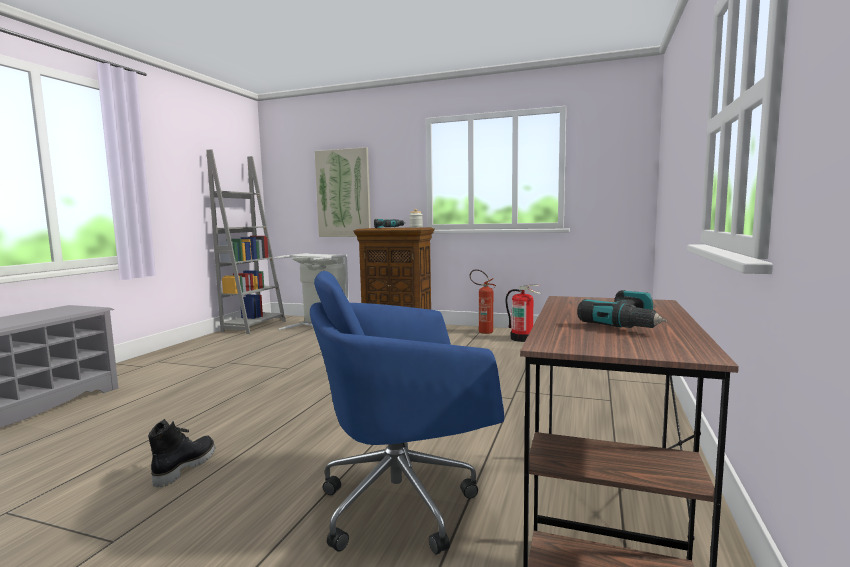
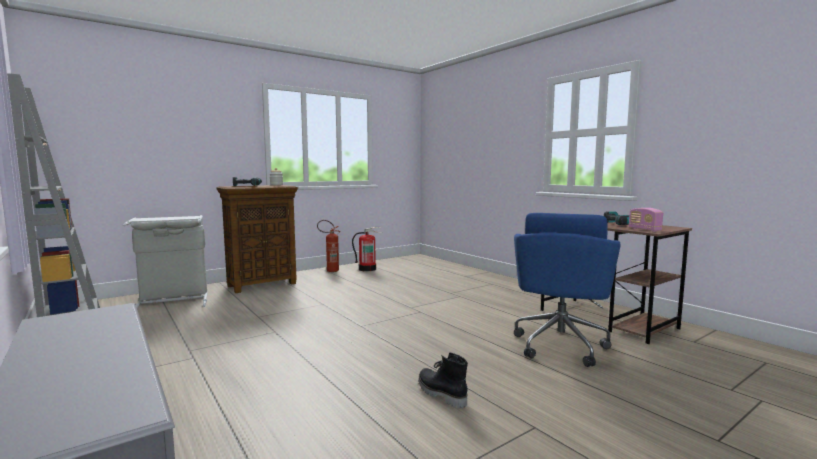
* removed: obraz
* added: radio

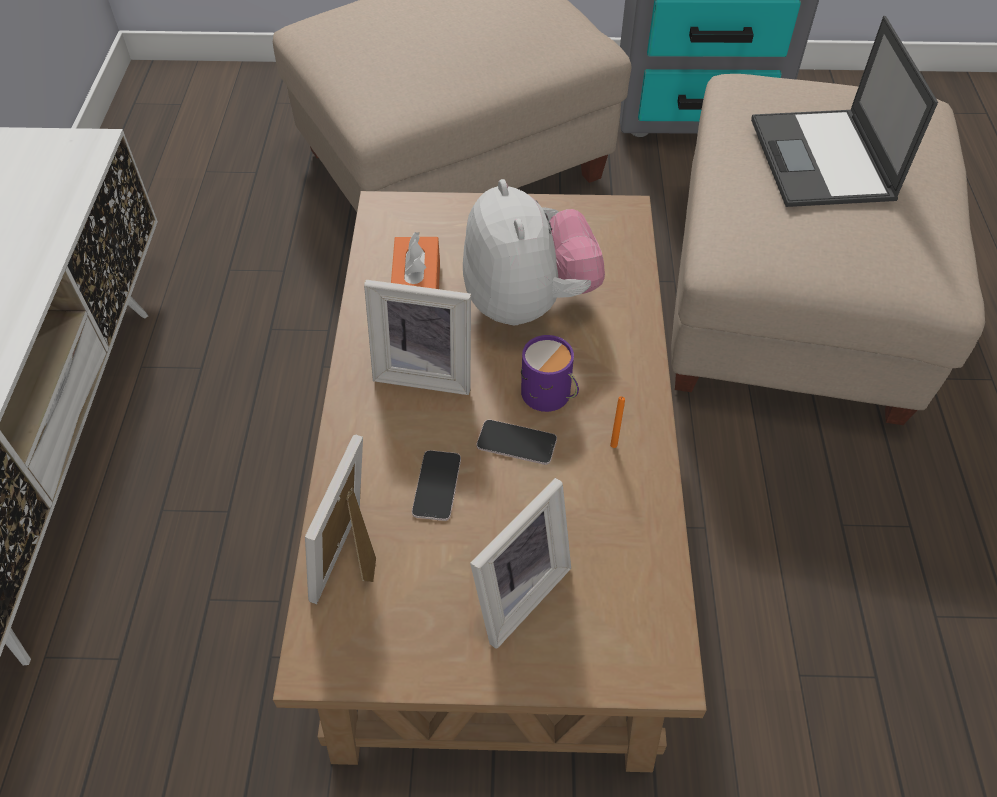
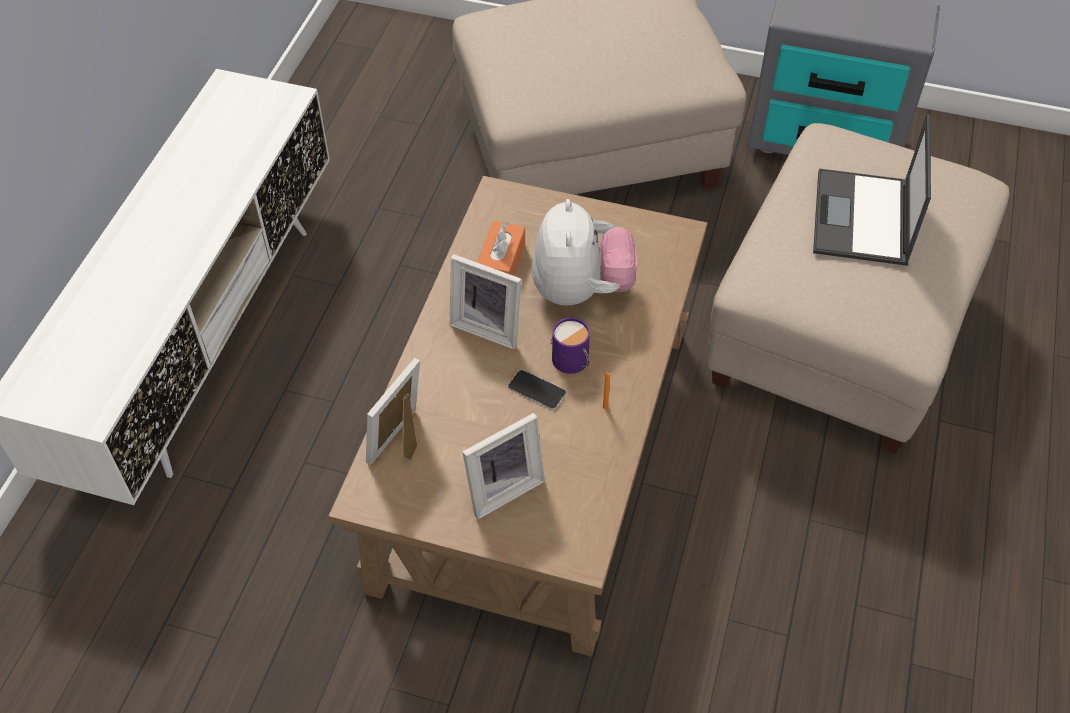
* removed: telefon (1st from left)

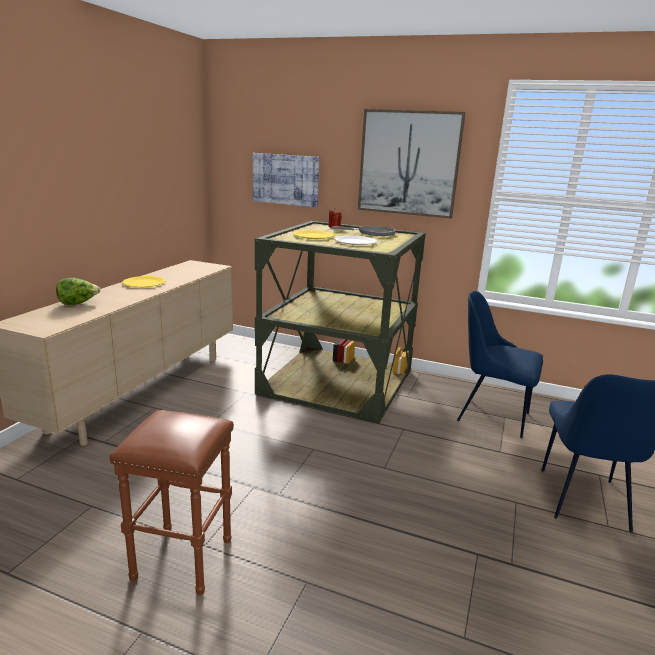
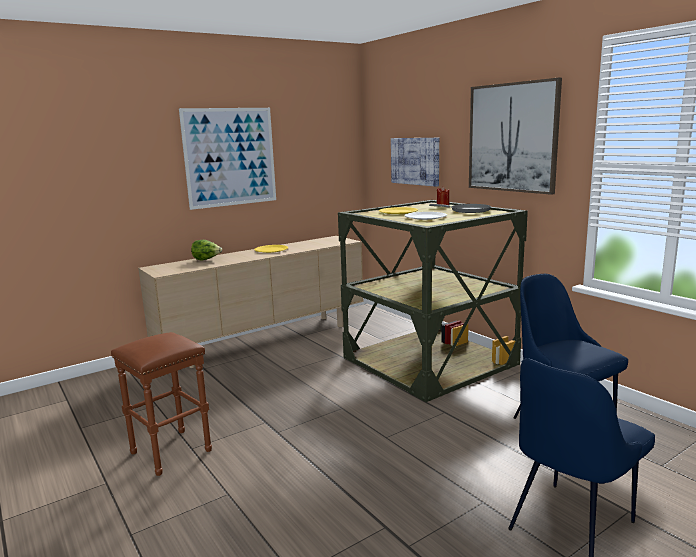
* added: obraz (1st from left)

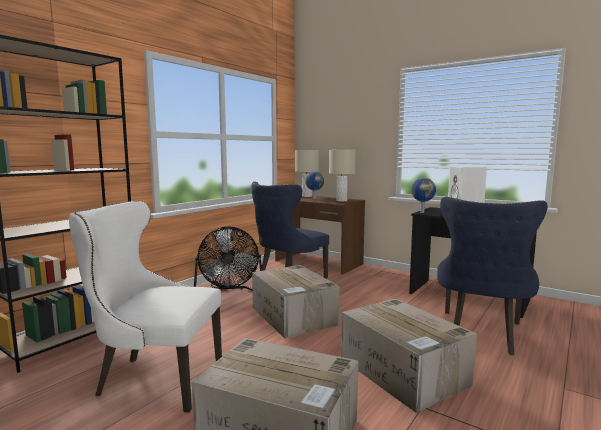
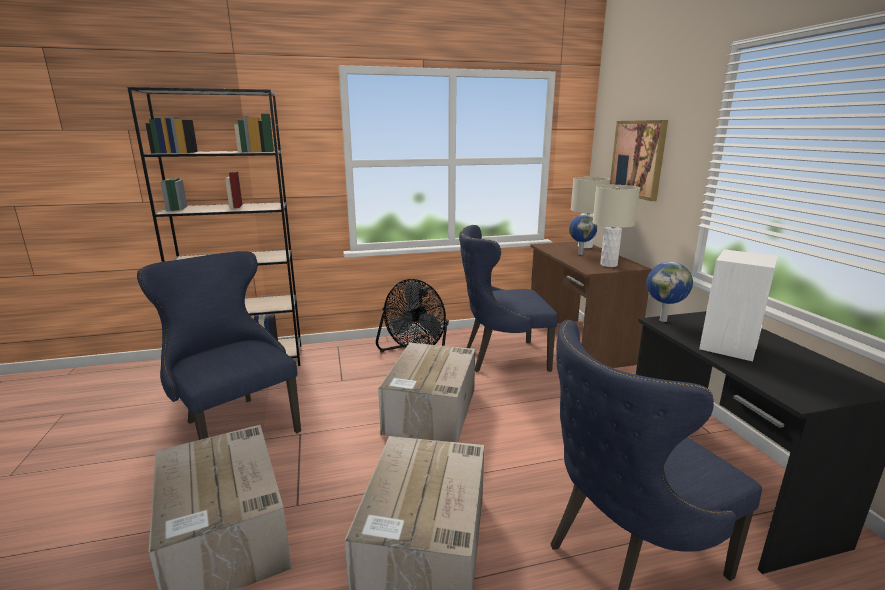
* recoloured: krzesło [biały] to krzesło [niebieski] (1st from left)
* added: obraz

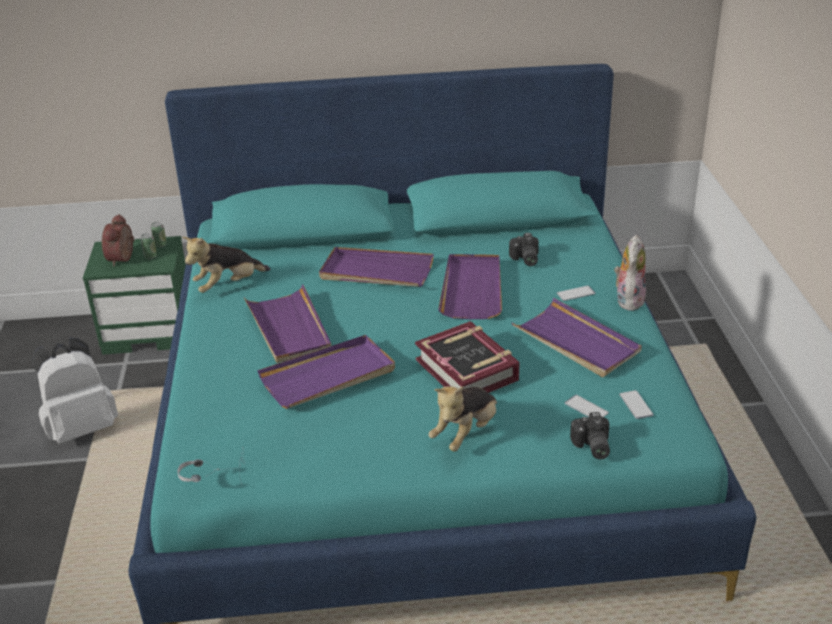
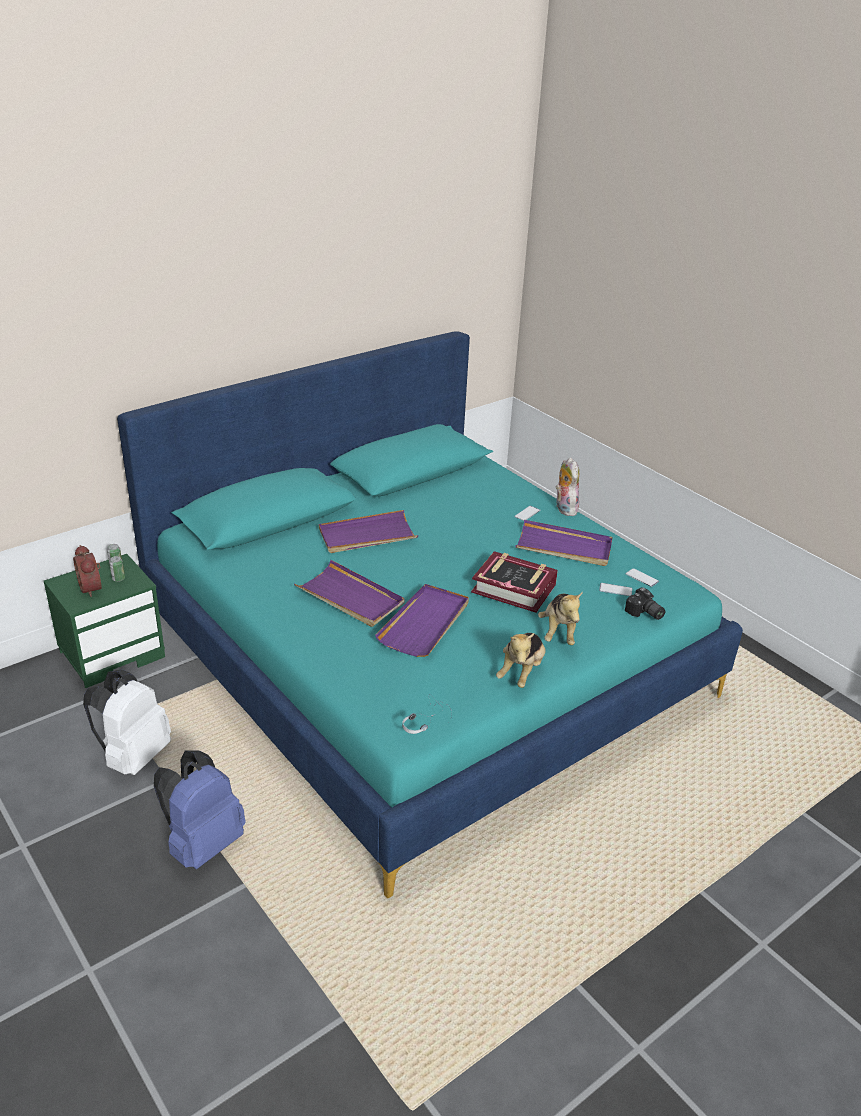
* removed: aparat fotograficzny (1st from left)
* moved: pluszak (1st from left)
* removed: taca [fioletowy] (4th from left)
* added: plecak [niebieski]

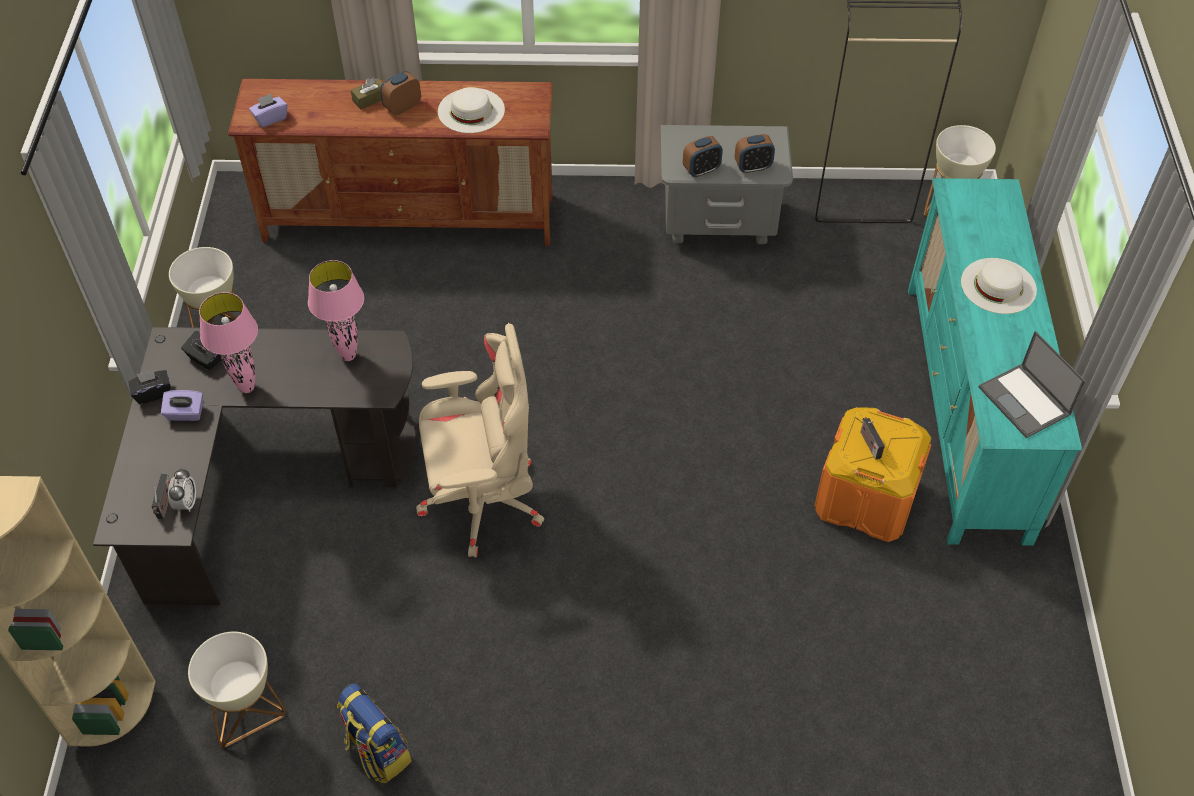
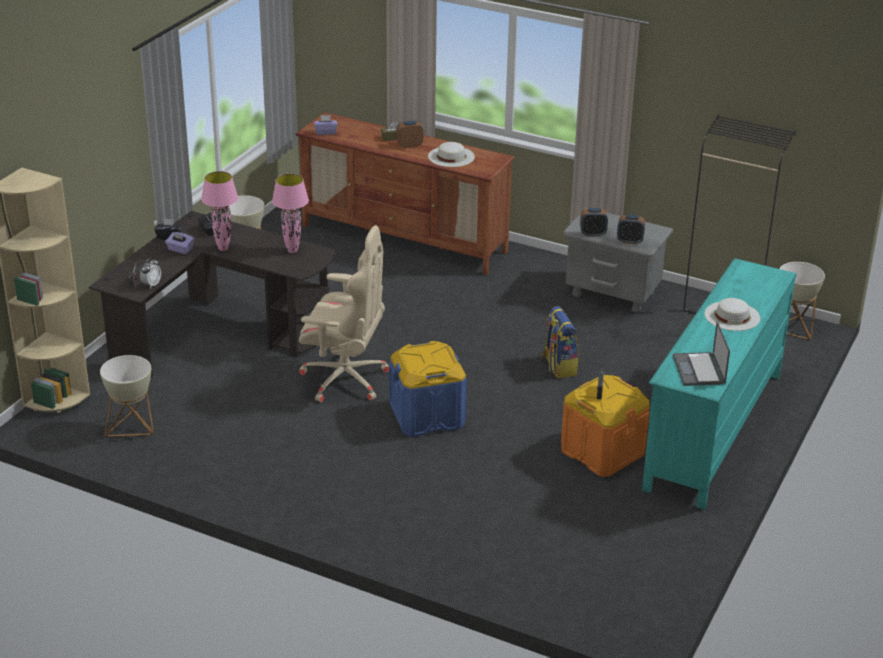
* moved: plecak
* added: pojemnik do przechowywania [niebieski]

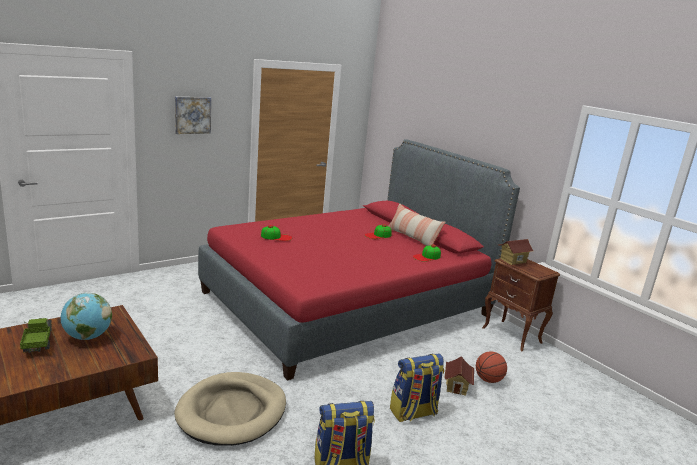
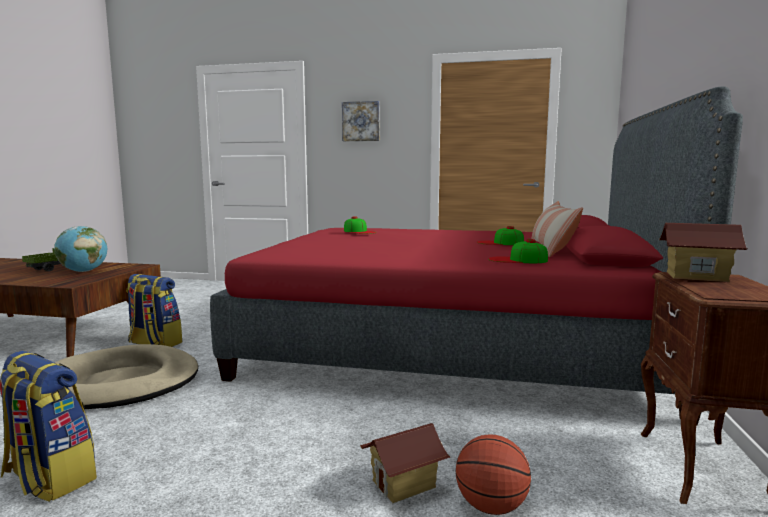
* moved: plecak (2nd from left)

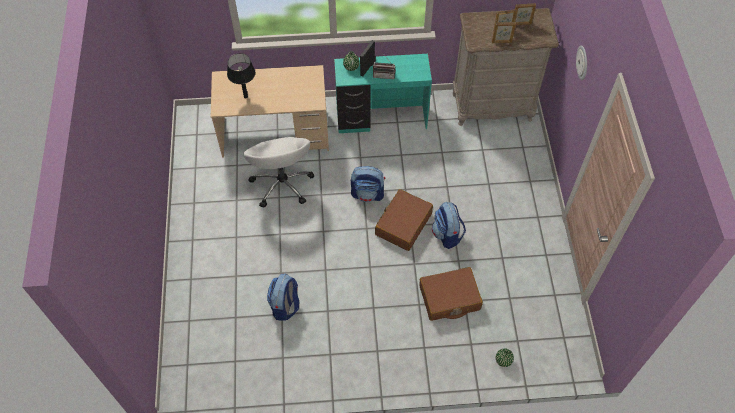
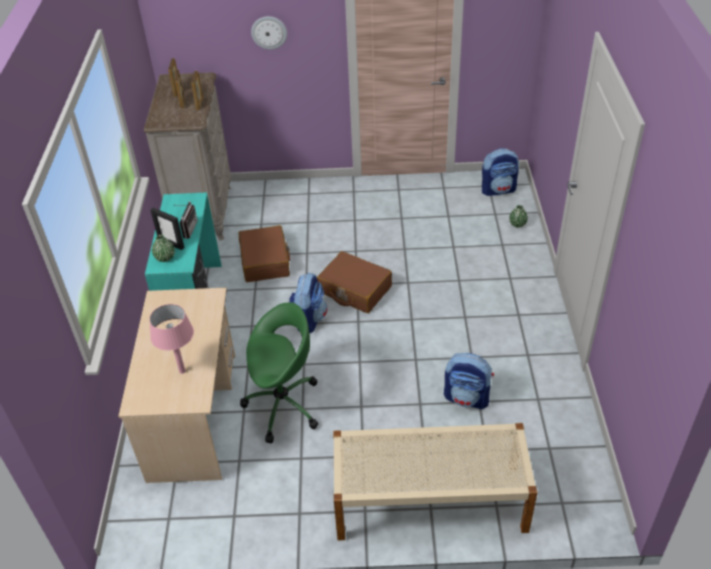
* recoloured: lampa stołowa [czarny] to lampa stołowa [różowy]
* recoloured: krzesło biurowe [biały] to krzesło biurowe [zielony]
* moved: plecak (3rd from left)
* moved: walizka [brązowy] (2nd from left in the first image) to walizka [brązowy] (1st from left)
* added: ławka [beżowy]

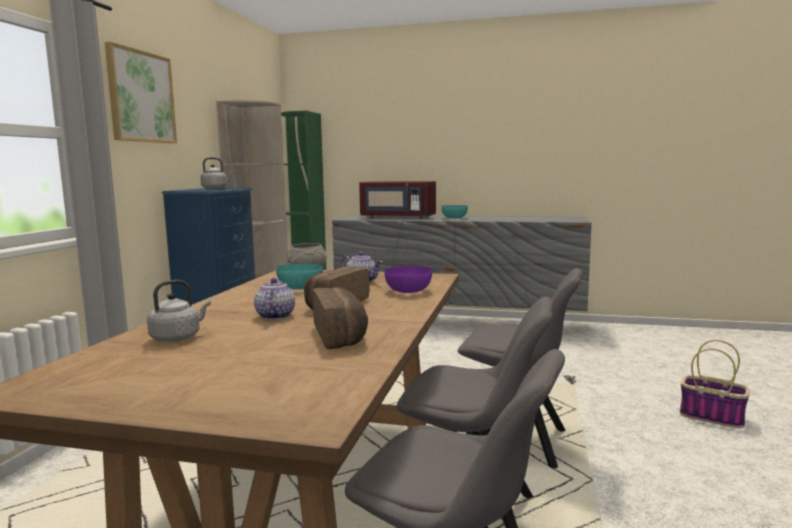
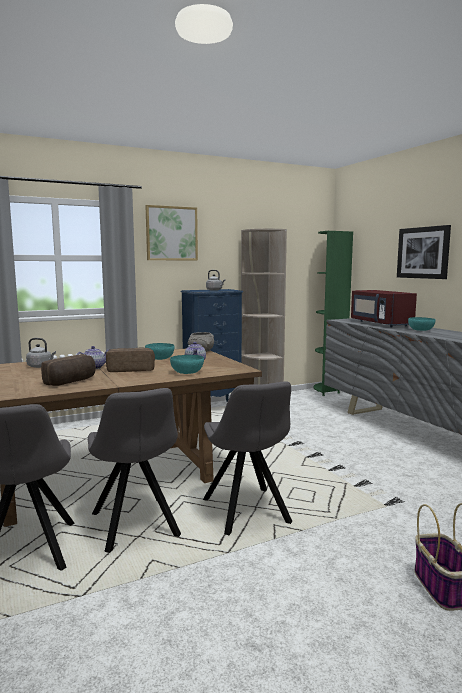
* recoloured: miska [fioletowy] to miska [turkusowy] (2nd from left)
* added: obraz (2nd from left)

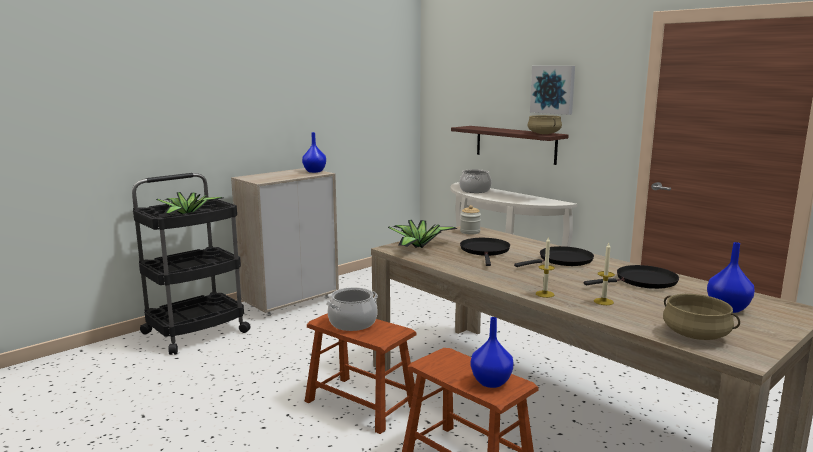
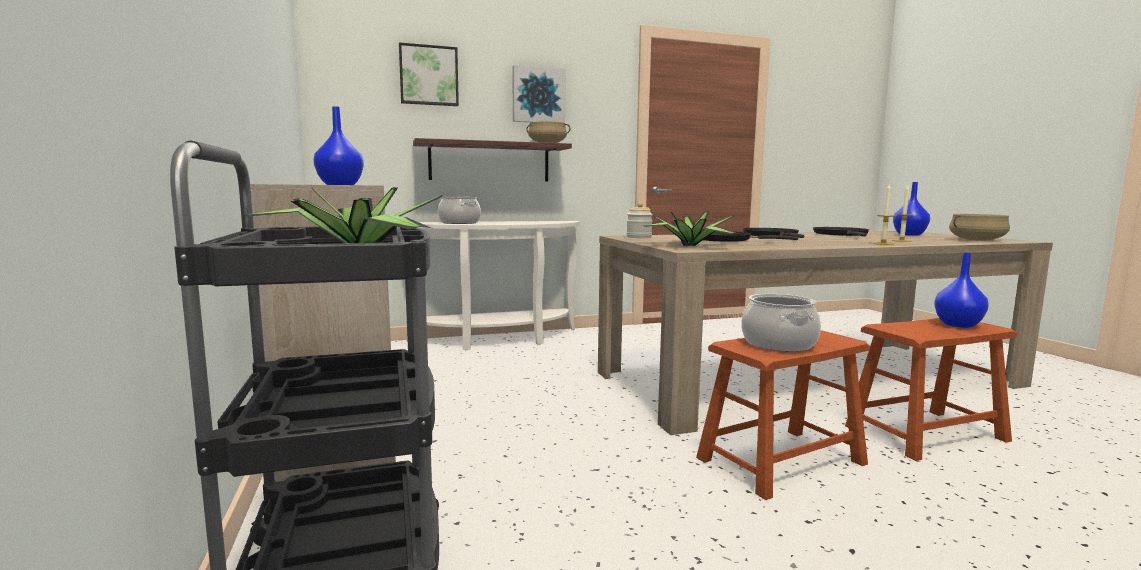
* added: obraz (1st from left)

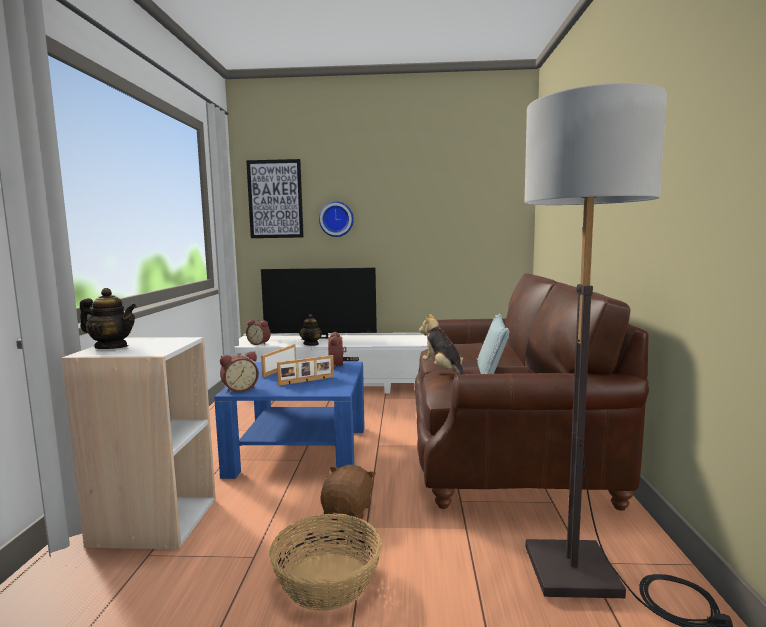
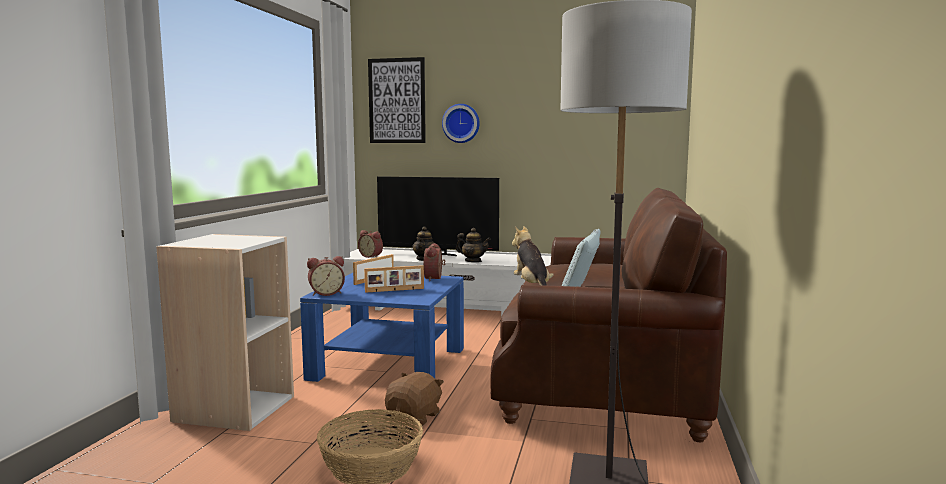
* moved: imbryk (1st from left in the first image) to imbryk (2nd from left)

